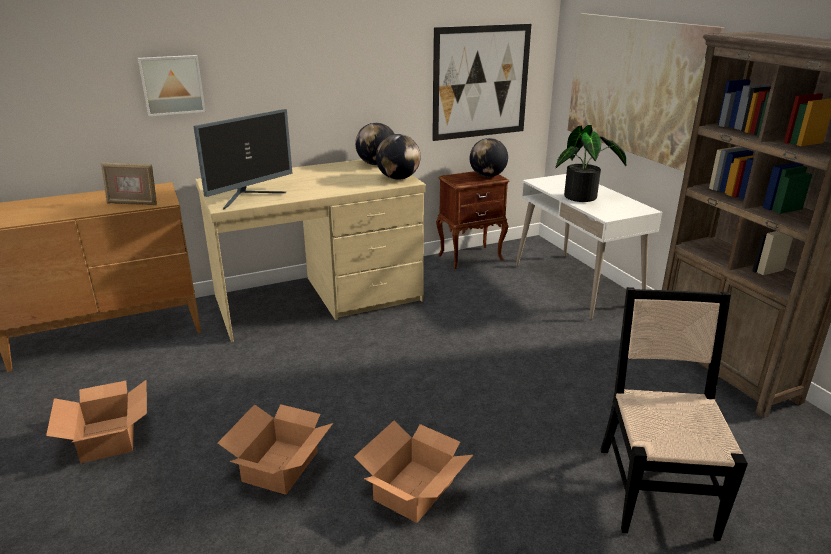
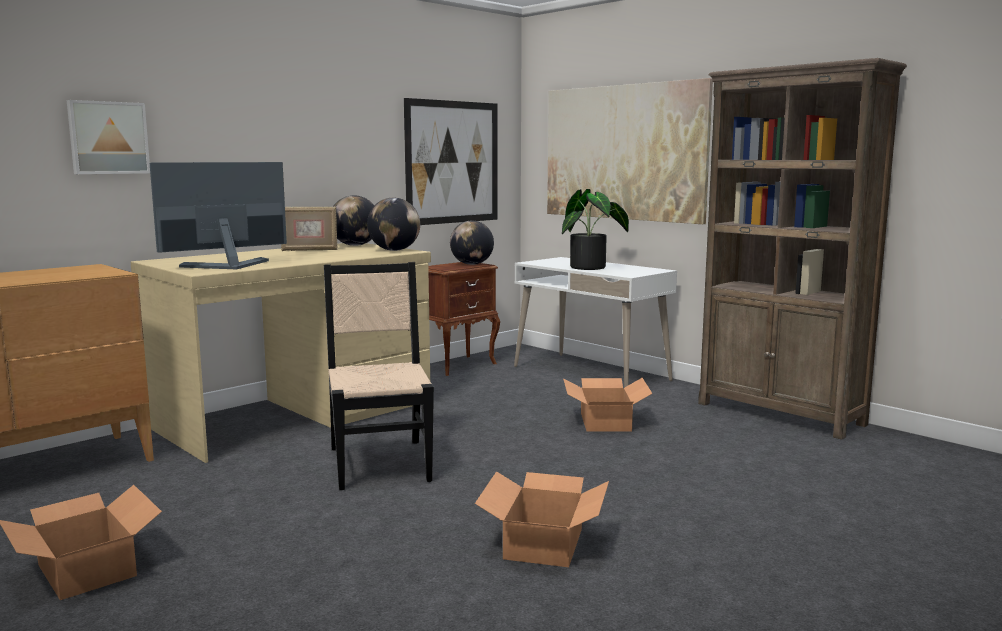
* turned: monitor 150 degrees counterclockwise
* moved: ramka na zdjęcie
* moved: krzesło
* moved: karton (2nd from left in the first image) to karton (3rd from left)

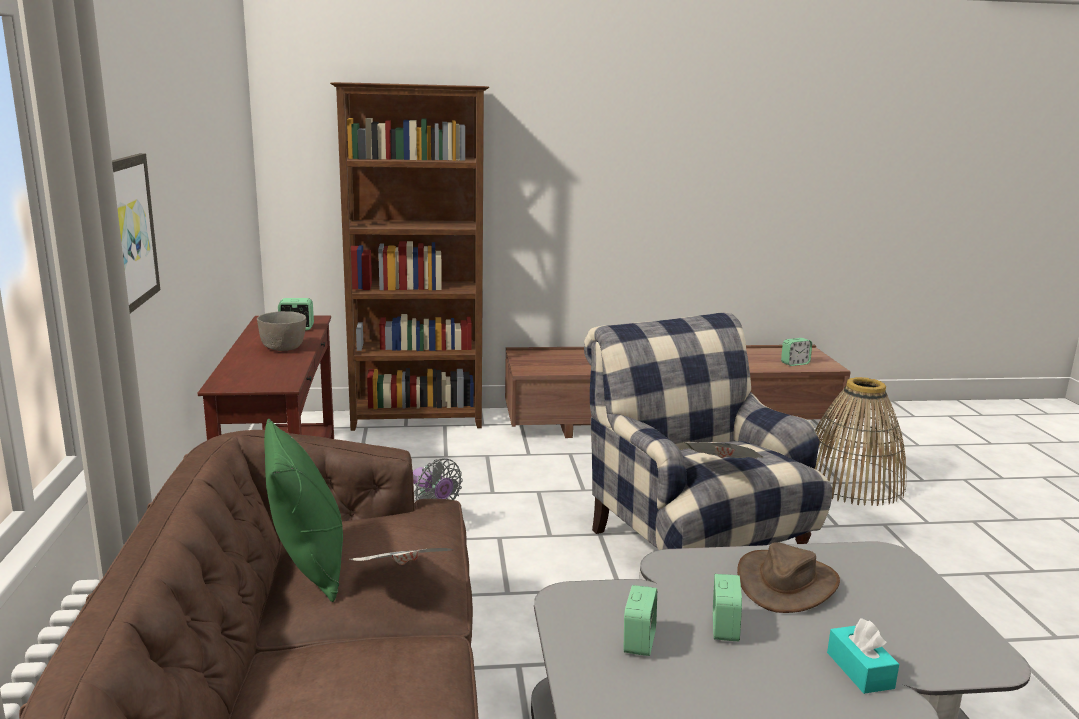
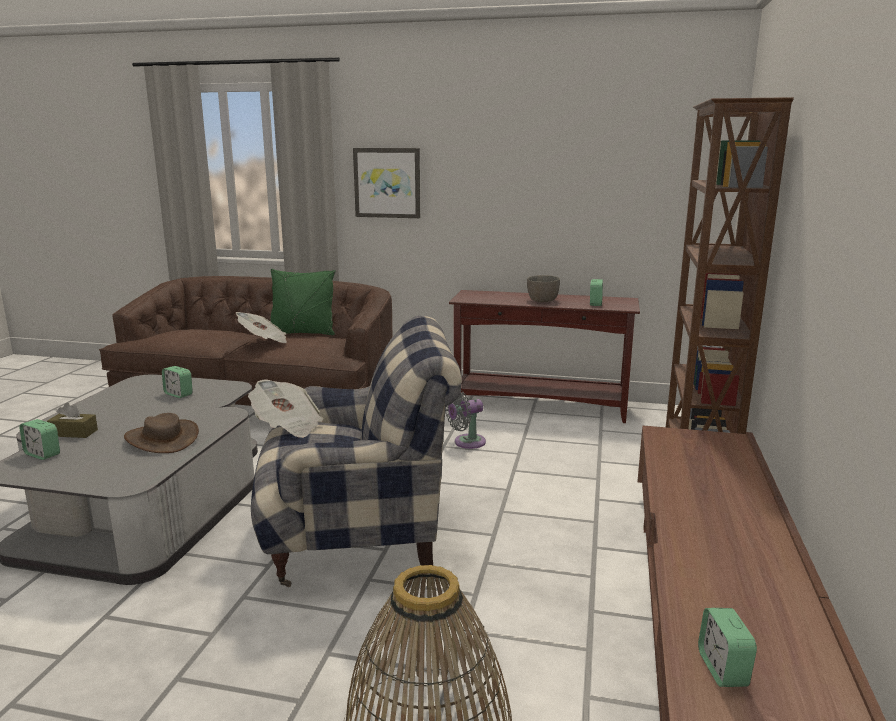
* moved: budzik (3rd from left in the first image) to budzik (1st from left)
* recoloured: pudełko chusteczek [turkusowy] to pudełko chusteczek [brązowy]

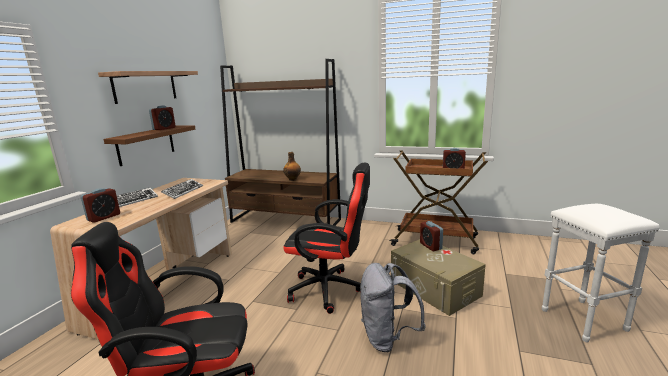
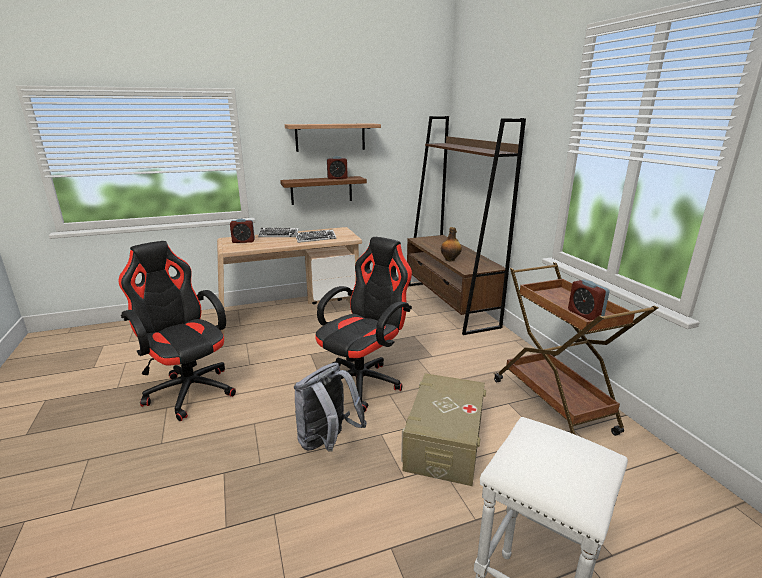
* turned: krzesło biurowe [czarny] (2nd from left) 120 degrees counterclockwise
* removed: budzik (3rd from left)

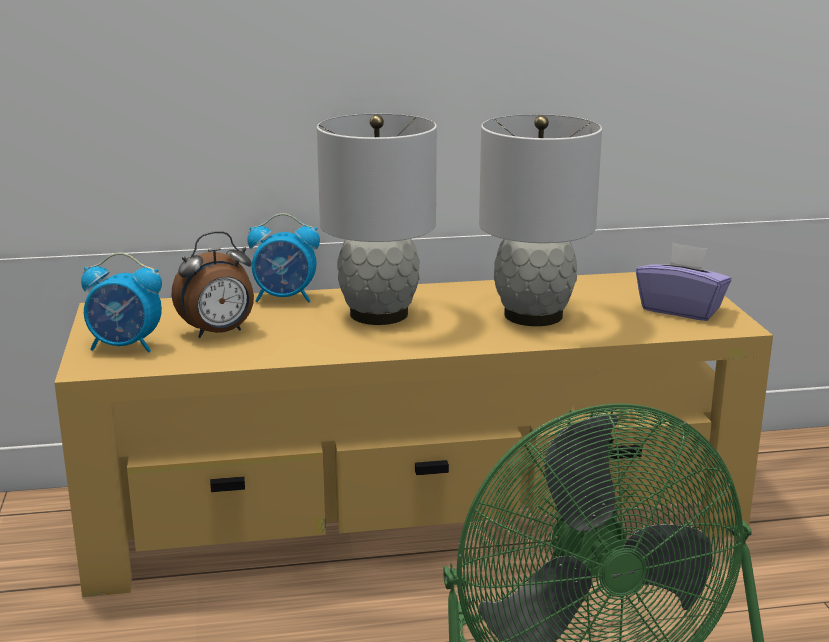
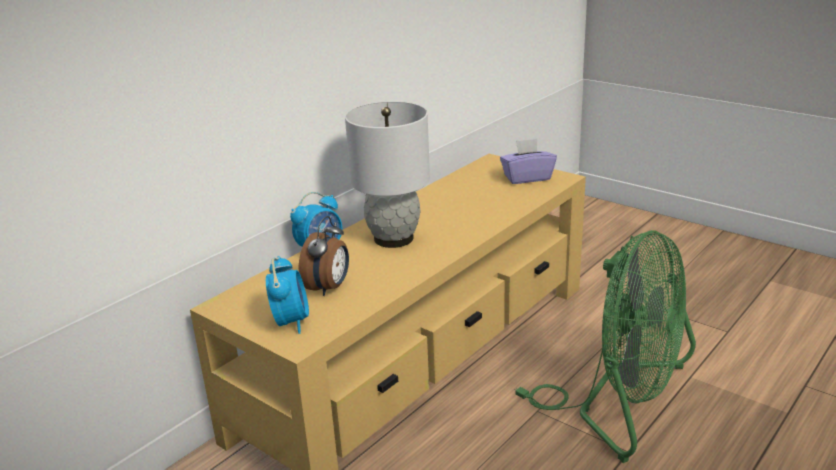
* removed: lampa stołowa [biały] (2nd from left)
* turned: budzik (1st from left) 60 degrees counterclockwise

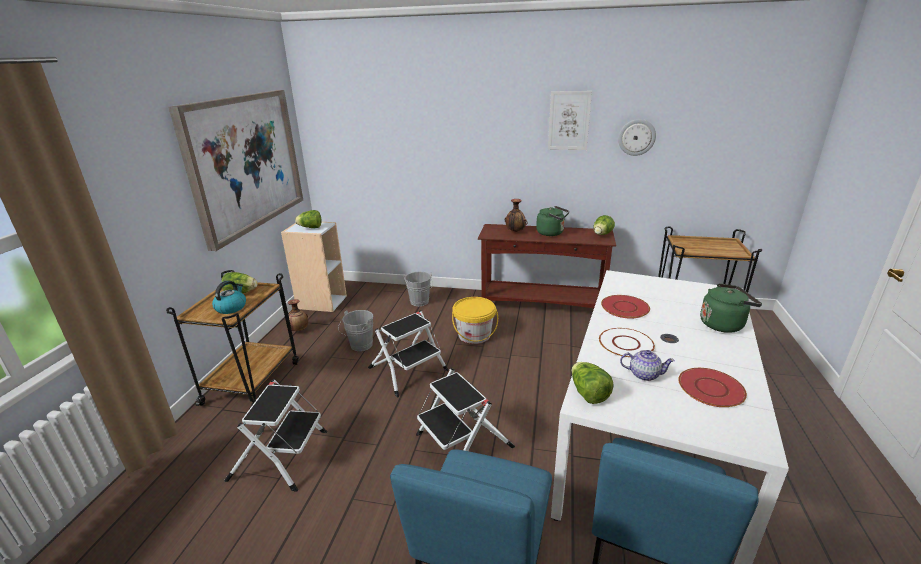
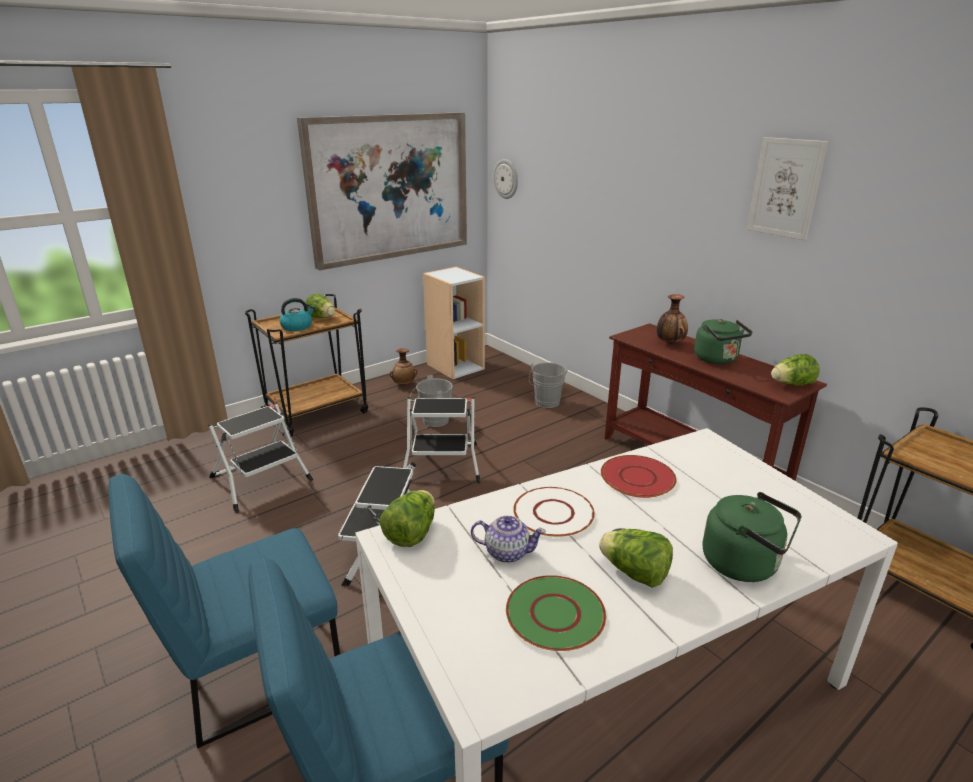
* moved: zegar ścienny
* moved: sałata (2nd from left in the first image) to sałata (3rd from left)
* removed: wiadro [żółty]
* turned: imbryk 45 degrees counterclockwise
* recoloured: talerz [czerwony] (2nd from left) to talerz [zielony]

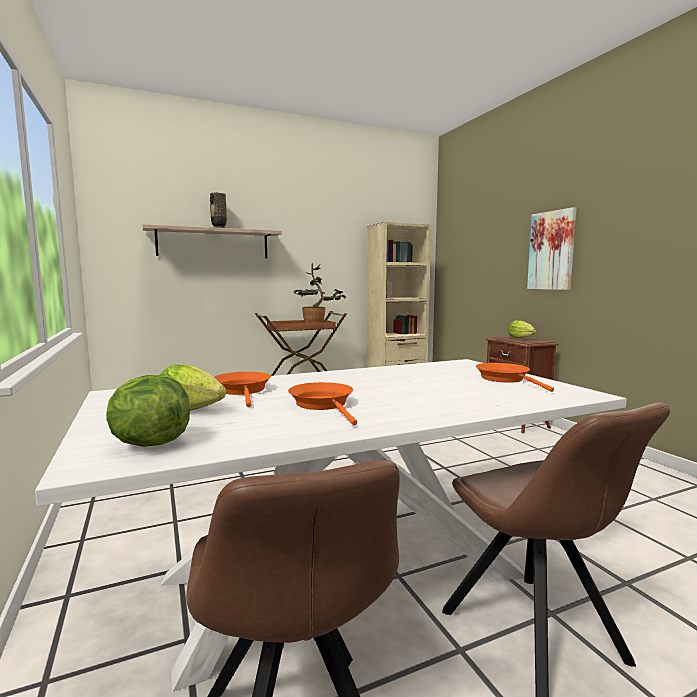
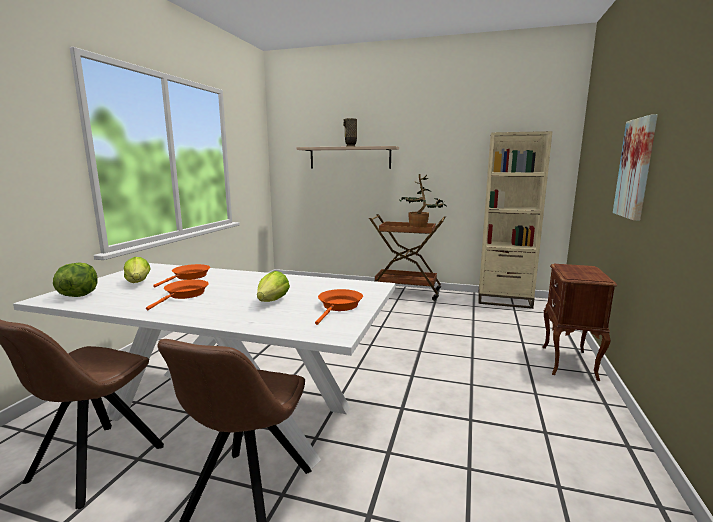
* moved: sałata (3rd from left)

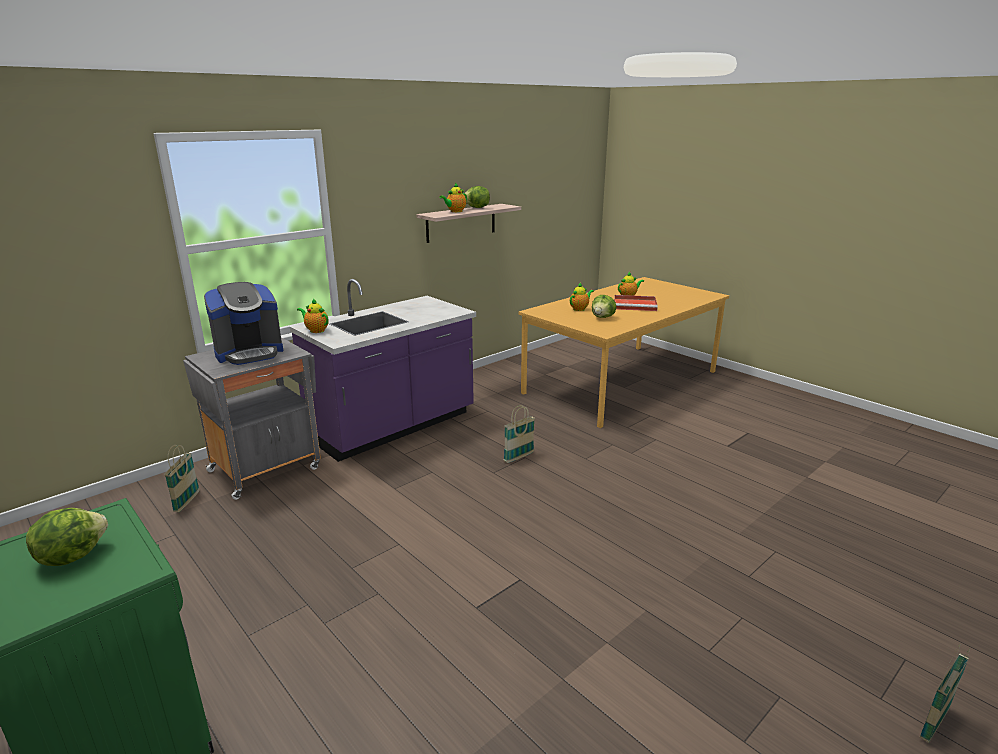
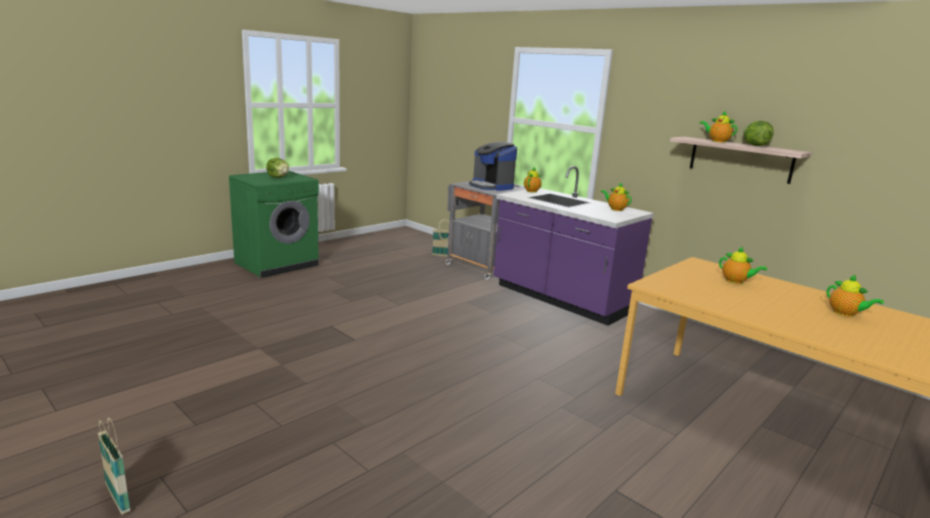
* removed: sałata (3rd from left)
* removed: taca [czerwony]
* removed: koszyk (2nd from left)
* added: imbryk (2nd from left)

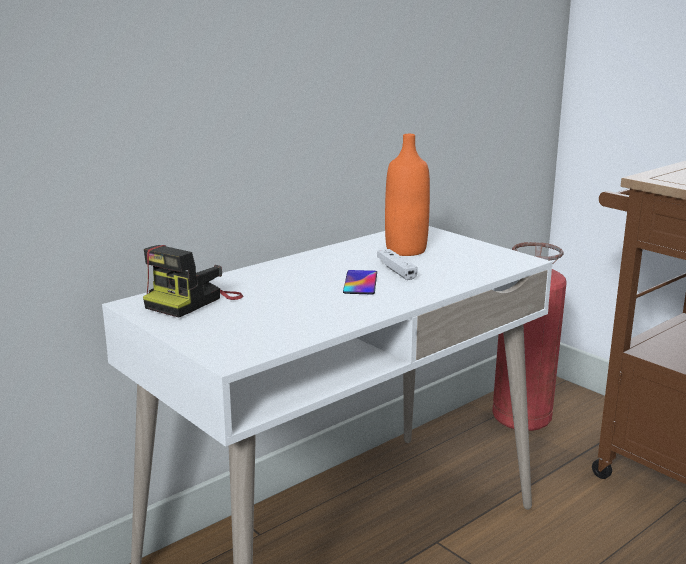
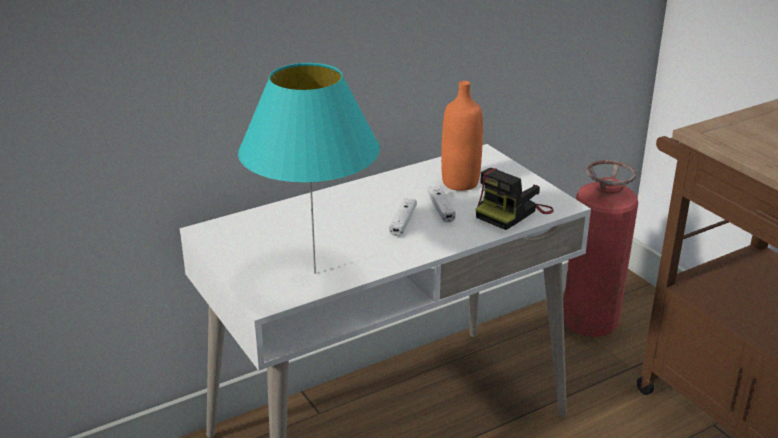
* moved: aparat fotograficzny
* replaced: telefon to pad do gier [biały] (1st from left)
* added: lampa stołowa [turkusowy]

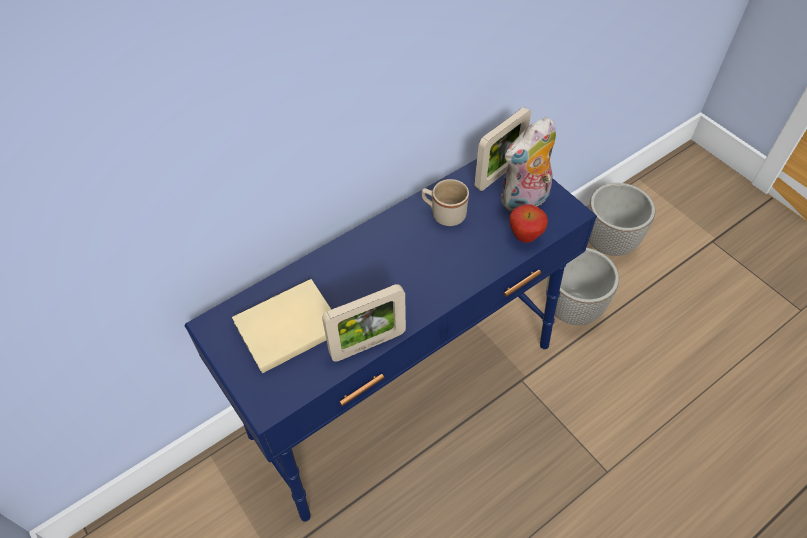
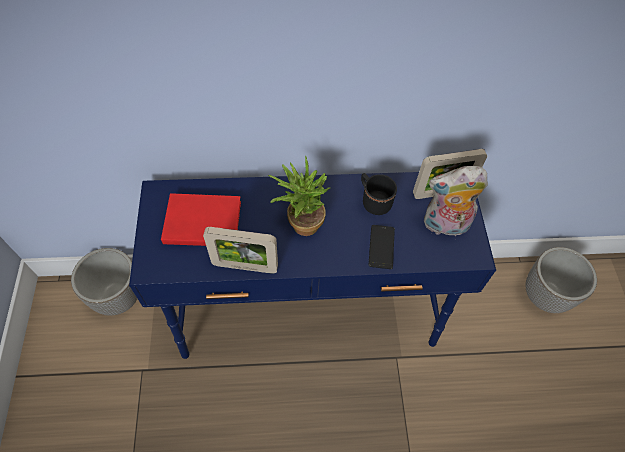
* recoloured: kubek [beżowy] to kubek [czarny]
* removed: jabłko
* moved: donica (1st from left)
* recoloured: książka [beżowy] to książka [czerwony]
* added: roślina doniczkowa
* added: telefon

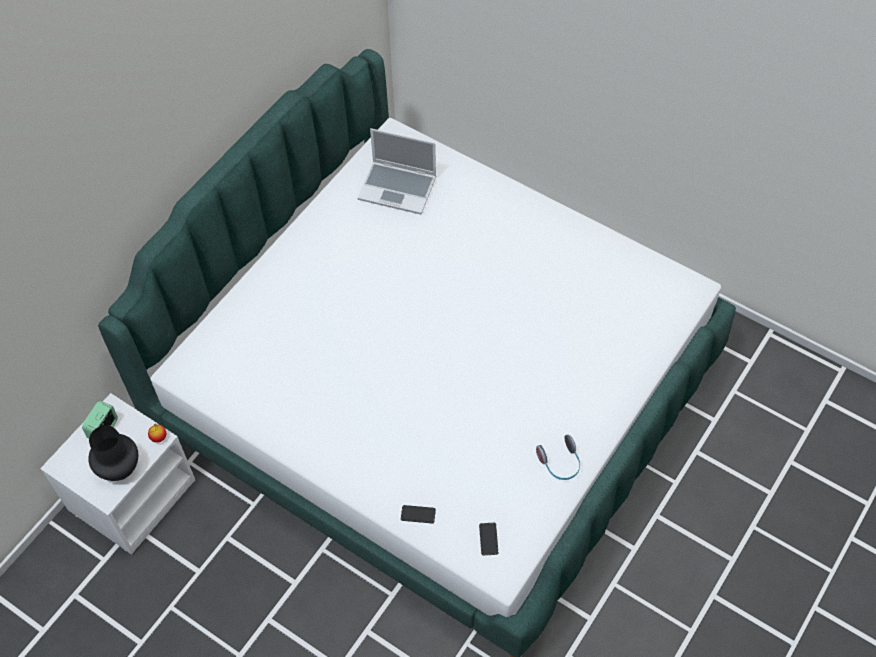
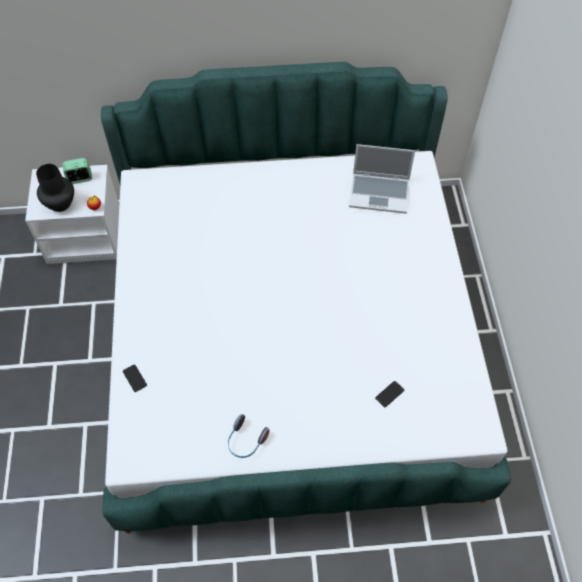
* turned: laptop 60 degrees counterclockwise
* moved: telefon (2nd from left)

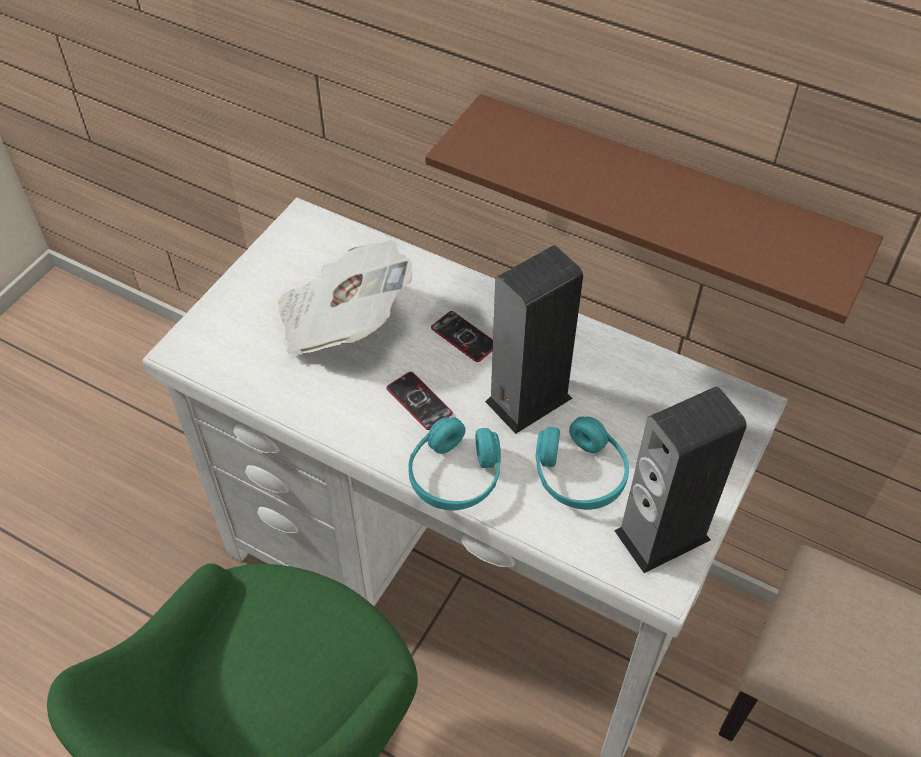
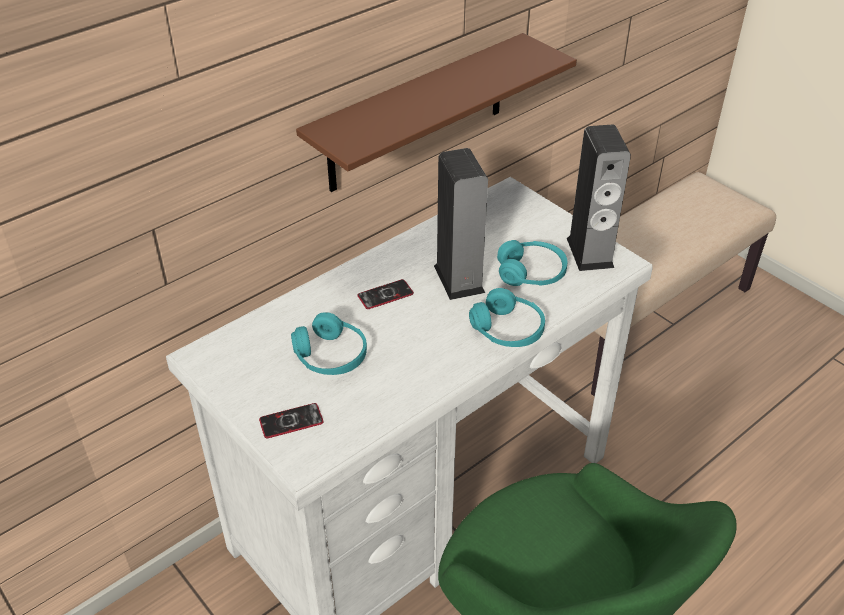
* replaced: gazeta to słuchawki [turkusowy] (1st from left)
* moved: telefon (1st from left)

